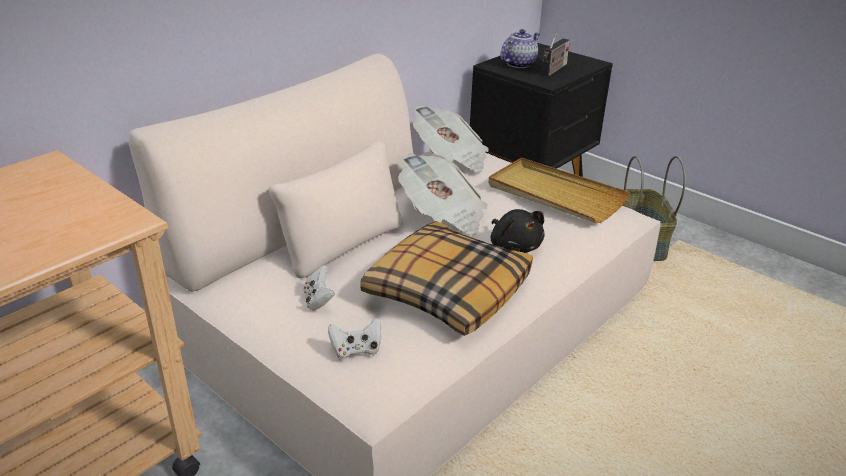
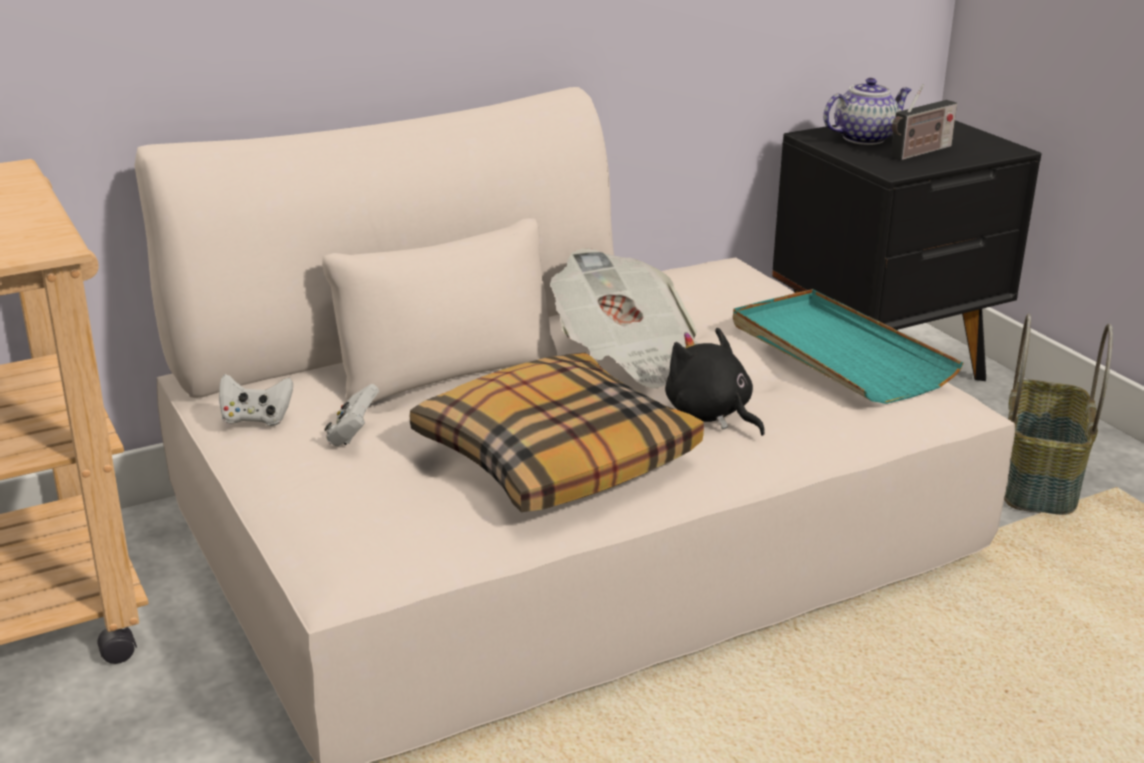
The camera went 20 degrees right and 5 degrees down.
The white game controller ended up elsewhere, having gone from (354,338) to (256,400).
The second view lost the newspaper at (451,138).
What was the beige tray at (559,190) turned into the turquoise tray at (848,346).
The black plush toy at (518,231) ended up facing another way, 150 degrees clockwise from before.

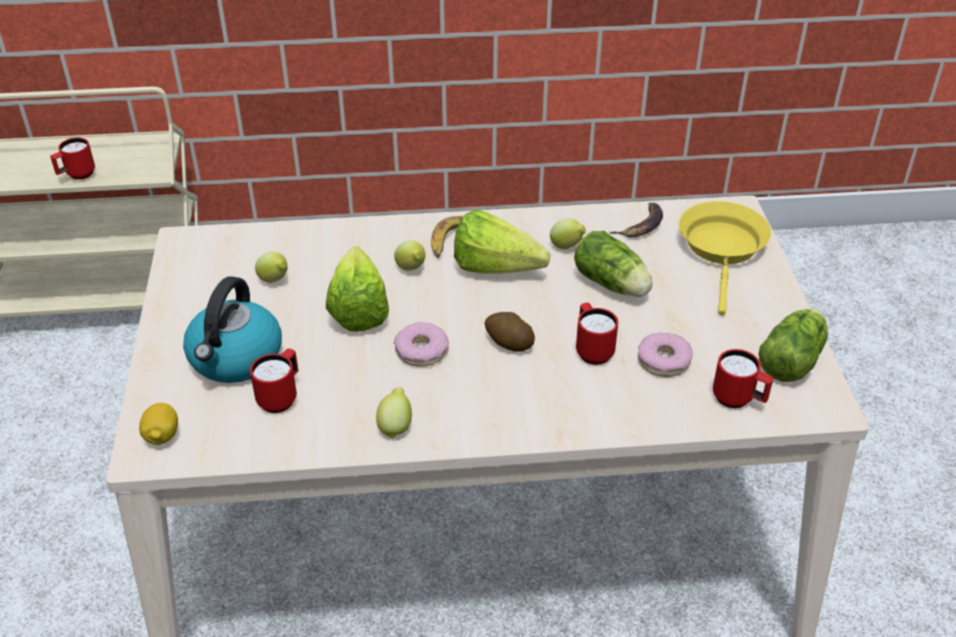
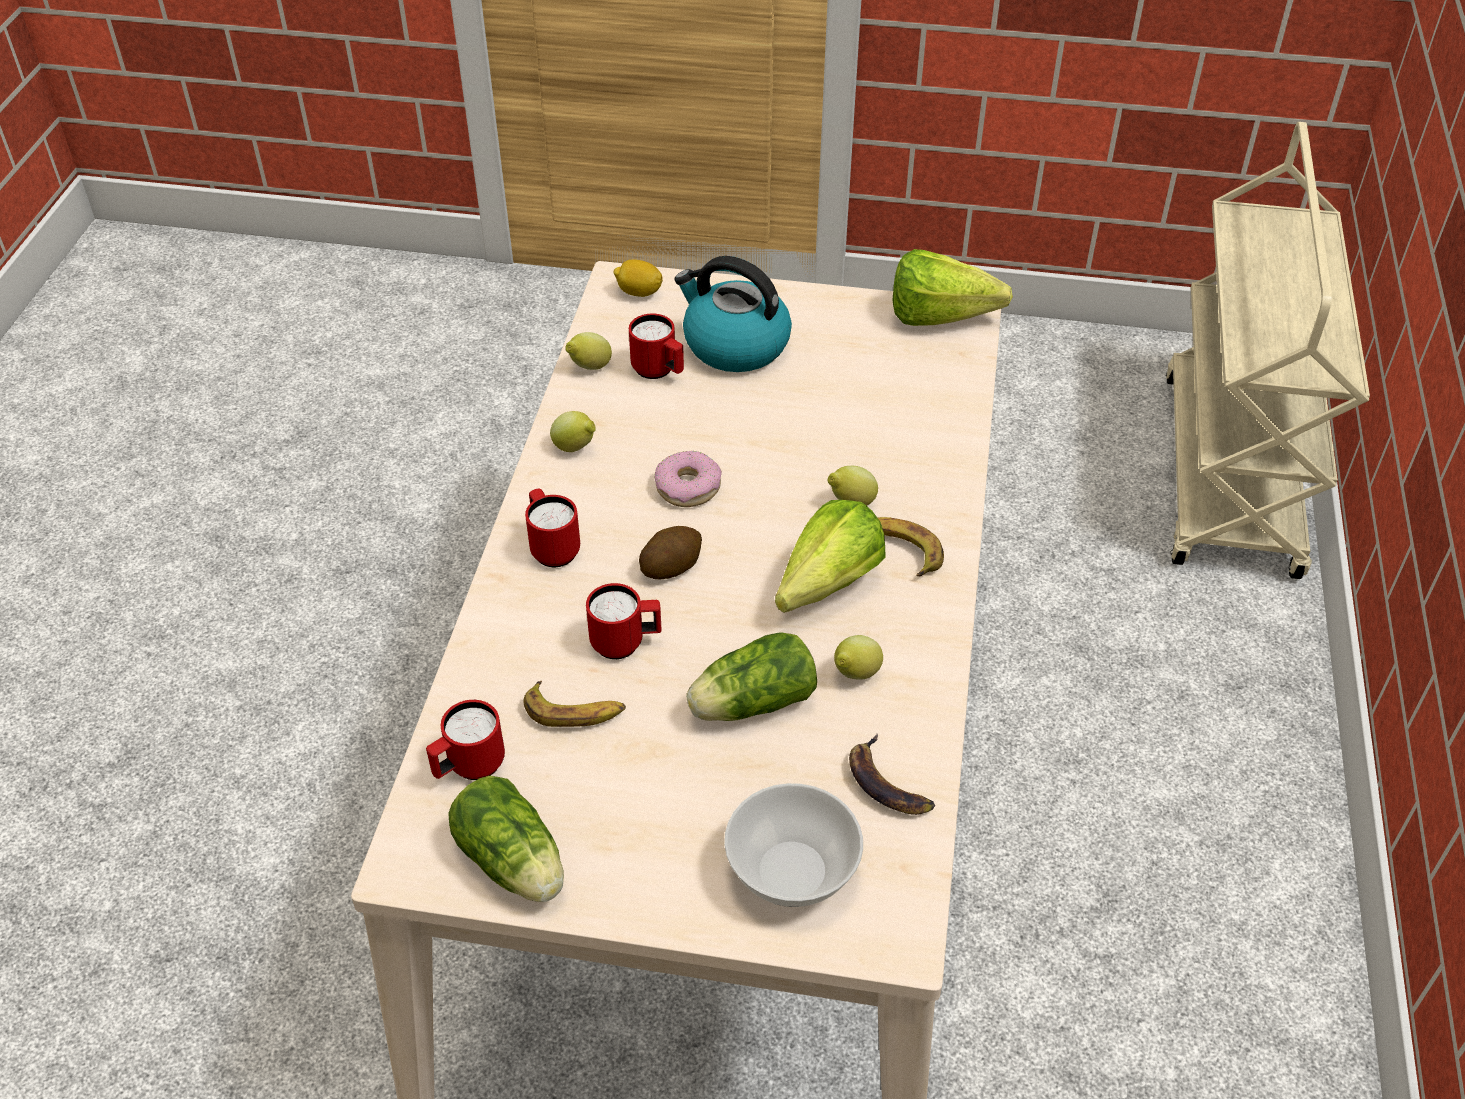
The camera went 105 degrees right and 5 degrees up.
The red mug ended up elsewhere, having gone from (72,159) to (552,527).
The lemon ended up elsewhere, having gone from (271,267) to (588,351).
The lettuce ended up elsewhere, having gone from (357,289) to (952,287).
Where the donut stood at (665,355), the banana came to stand at (575,704).
Where the yellow frying pan stood at (725,258), the bowl came to stand at (793,845).

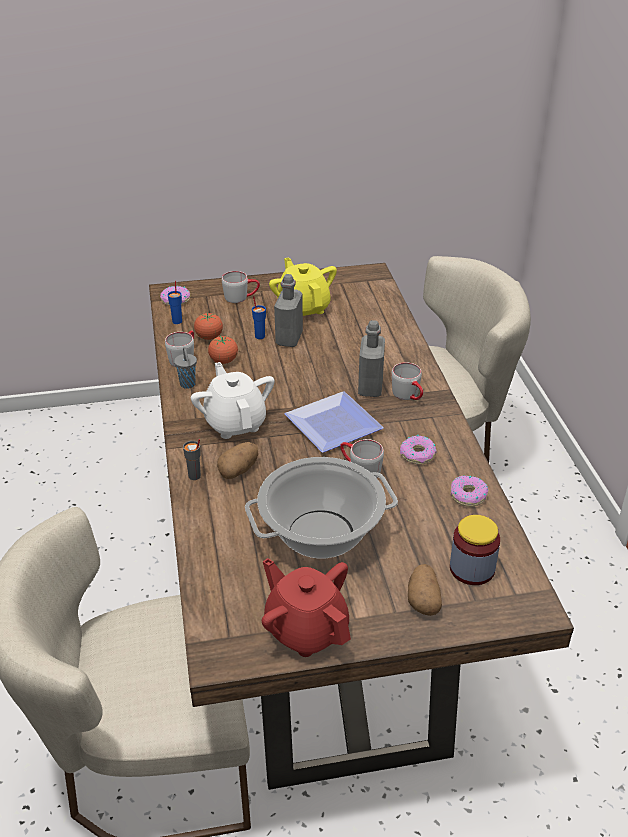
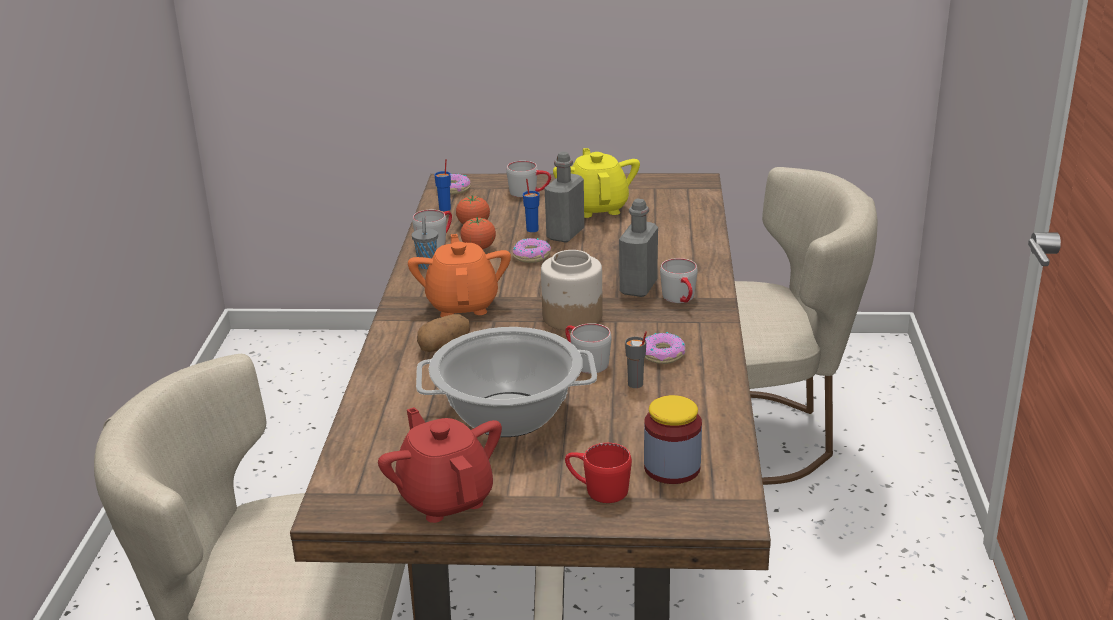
The camera went 15 degrees right and 10 degrees down.
The grey cup ended up elsewhere, having gone from (192,459) to (636,359).
What was the white teapot at (232,400) turned into the orange teapot at (459,275).
Where the plate stood at (334,422), the jar came to stand at (572,290).
Where the potato stood at (425,590), the red mug came to stand at (598,473).
The donut ended up elsewhere, having gone from (469,491) to (531,250).

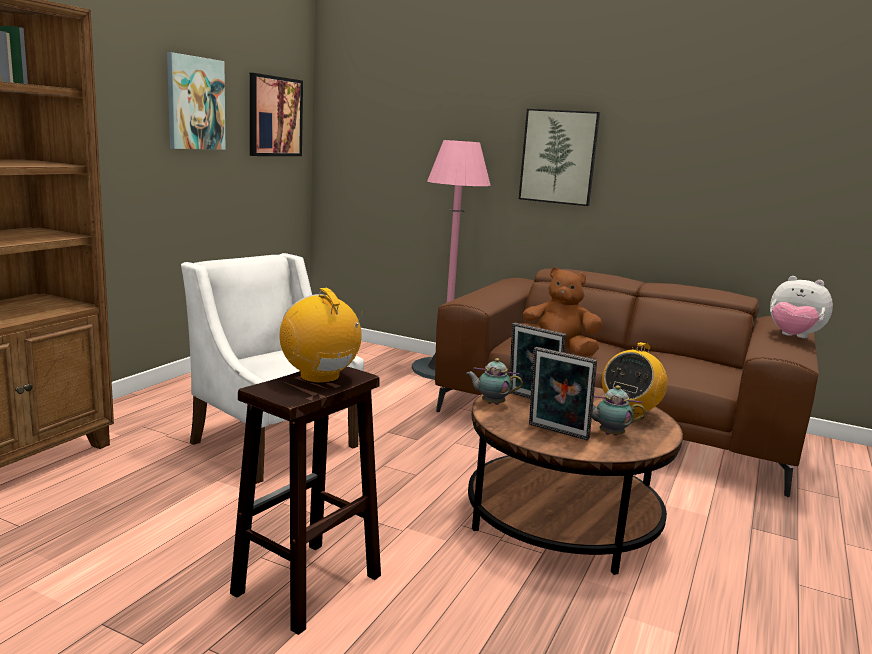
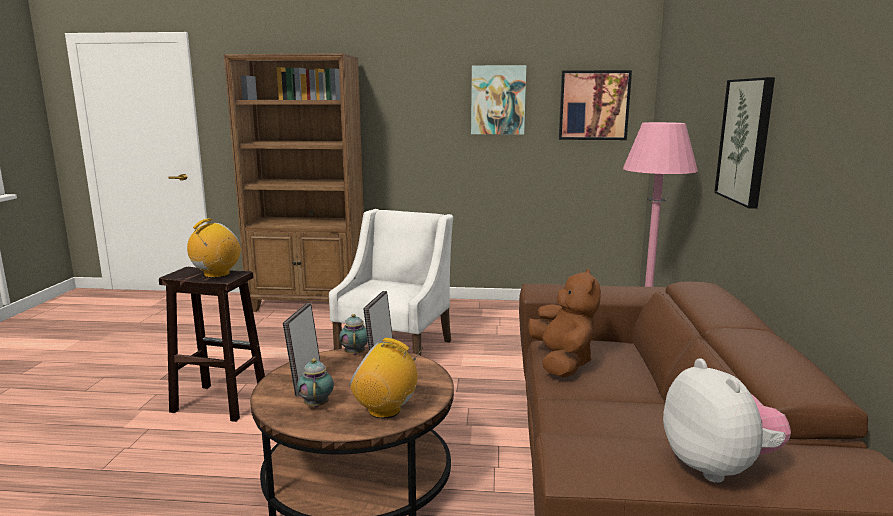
The camera went 70 degrees right and 0 degrees up.
The plush toy at (801,307) ended up facing another way, 150 degrees clockwise from before.

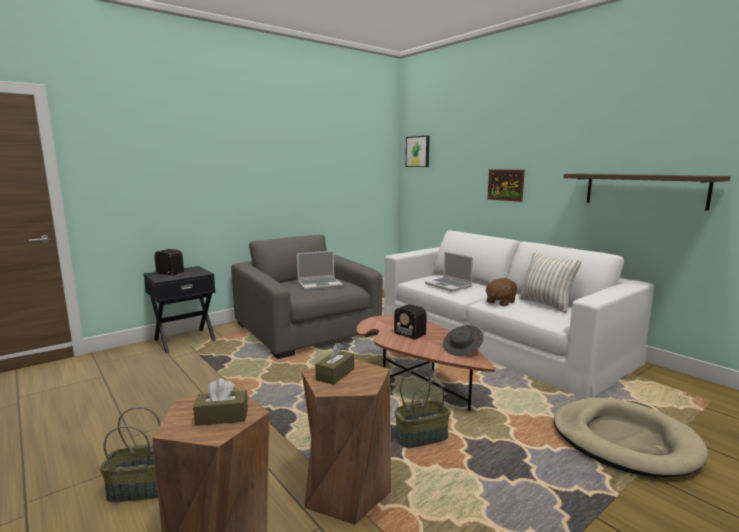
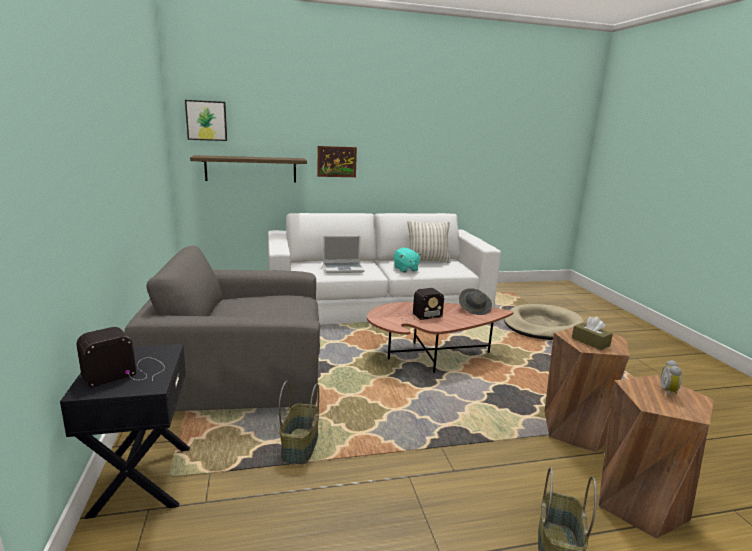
The camera went 65 degrees left and 5 degrees up.
Where the brown tissue box stood at (220,402), the alarm clock came to stand at (671,378).
The second view lost the laptop at (320,270).
The basket ended up elsewhere, having gone from (423,408) to (299,423).
What was the brown plush toy at (501,292) turned into the turquoise plush toy at (407,260).
The shelf ended up elsewhere, having gone from (647,192) to (248,169).

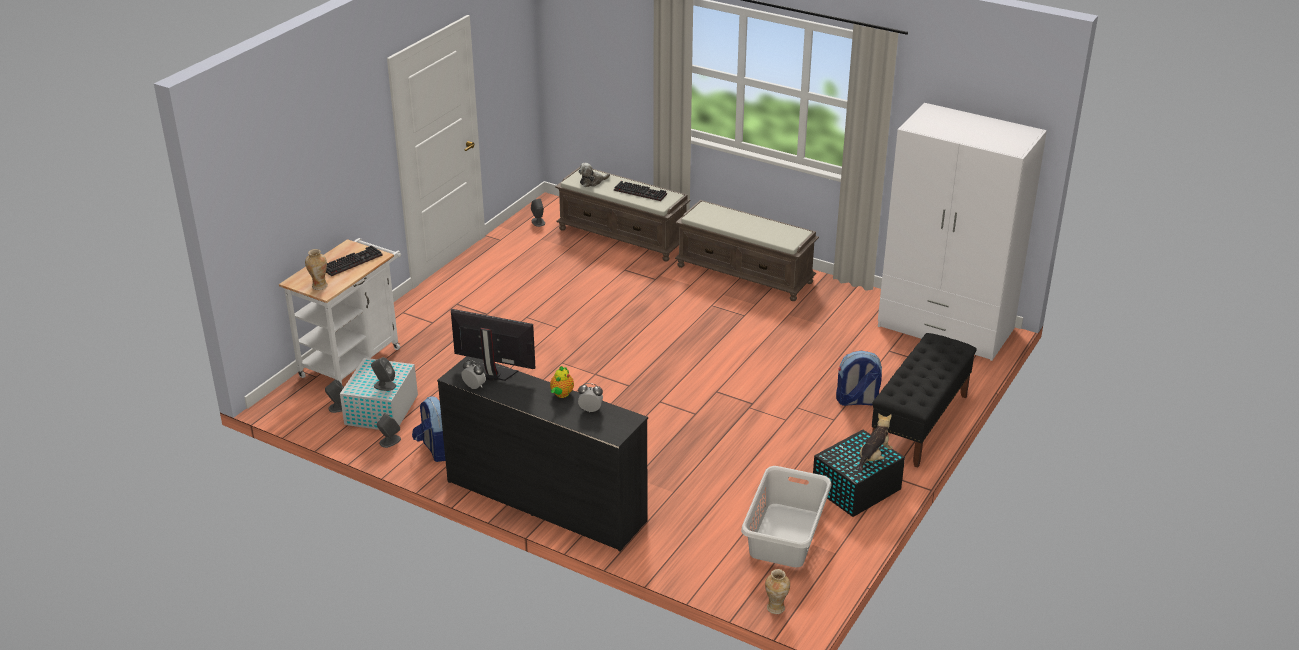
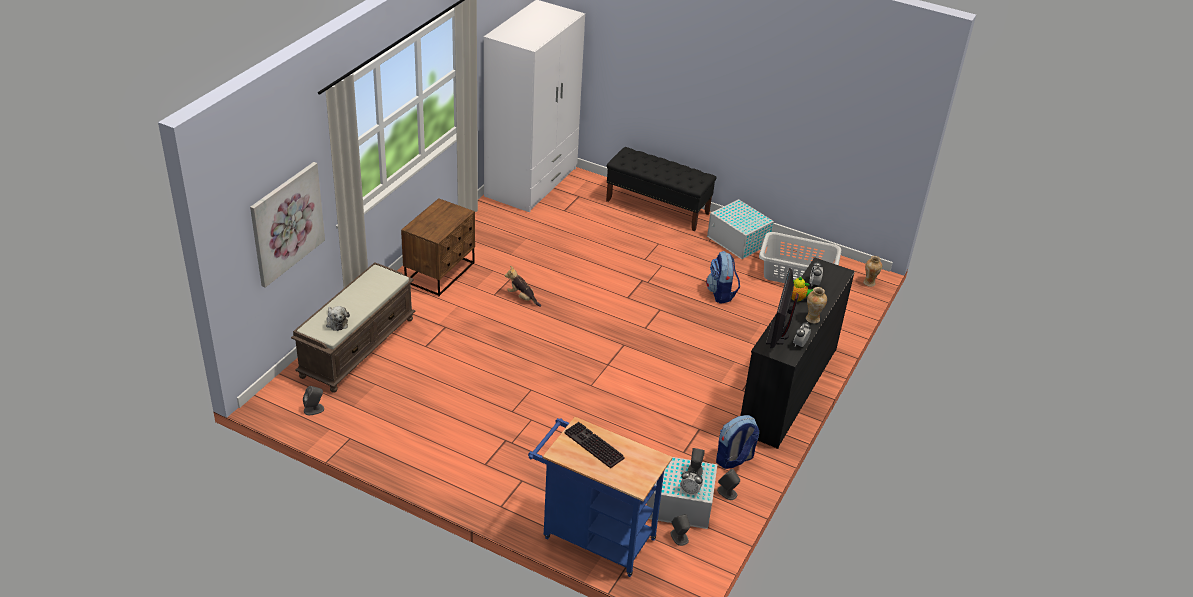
The camera went 95 degrees left and 5 degrees up.
What was the white cart at (340,311) turned into the blue cart at (600,497).
The vase ended up elsewhere, having gone from (316,269) to (816,305).
The second view lost the keyboard at (640,191).
Where the brown bench stood at (747,250), the brown nightstand came to stand at (438,247).
What was the black storage box at (859,473) turned into the white storage box at (740,229).
The backpack ended up elsewhere, having gone from (859,378) to (723,277).
The plush toy ended up elsewhere, having gone from (876,443) to (523,286).
The second view gained the picture at (287,225).
The second view gained the alarm clock at (691,483).

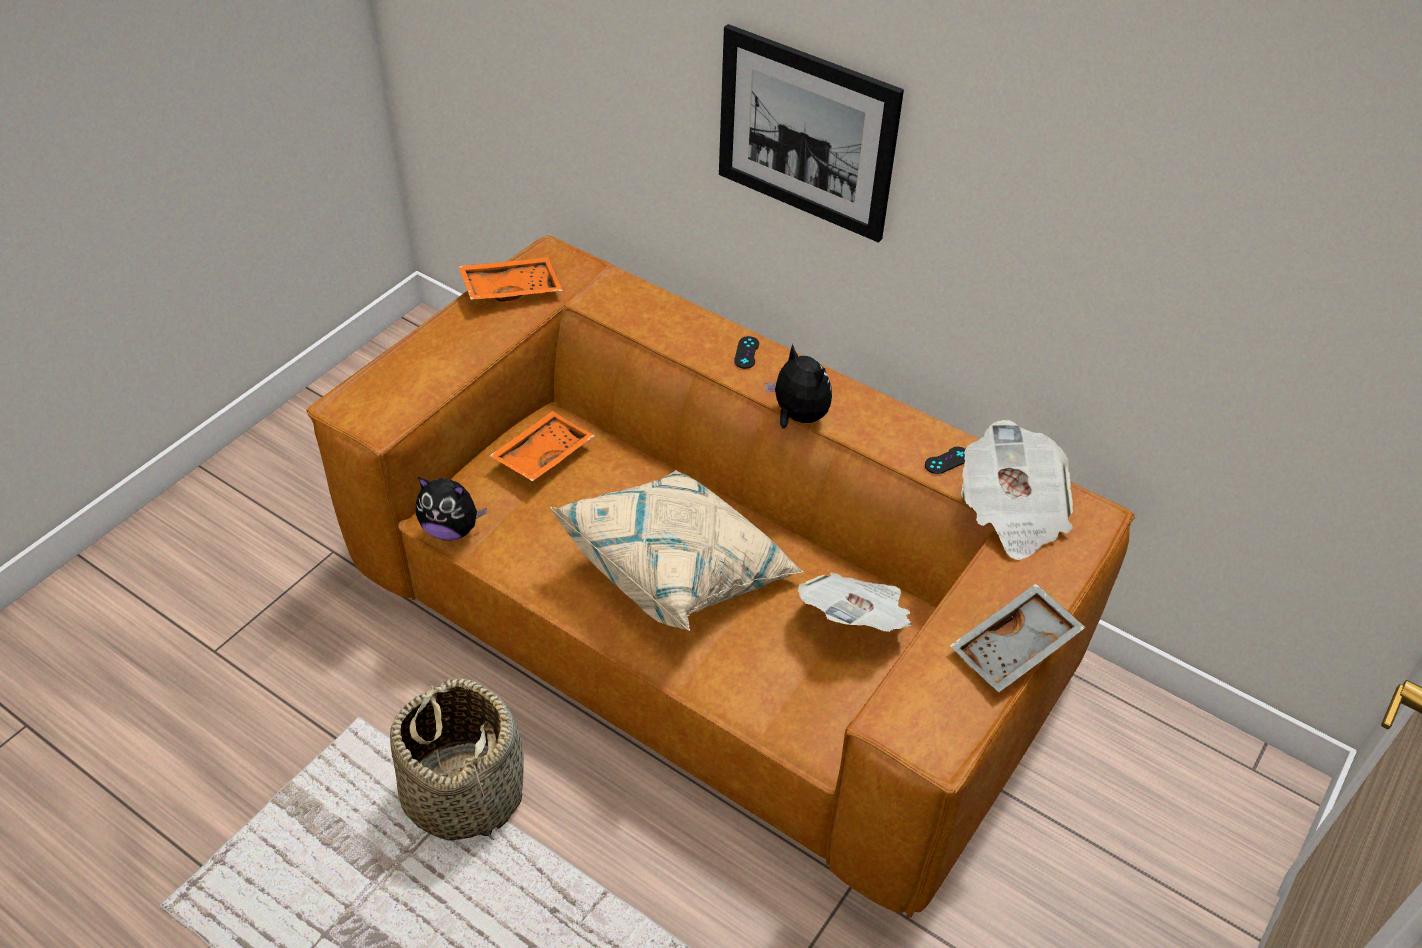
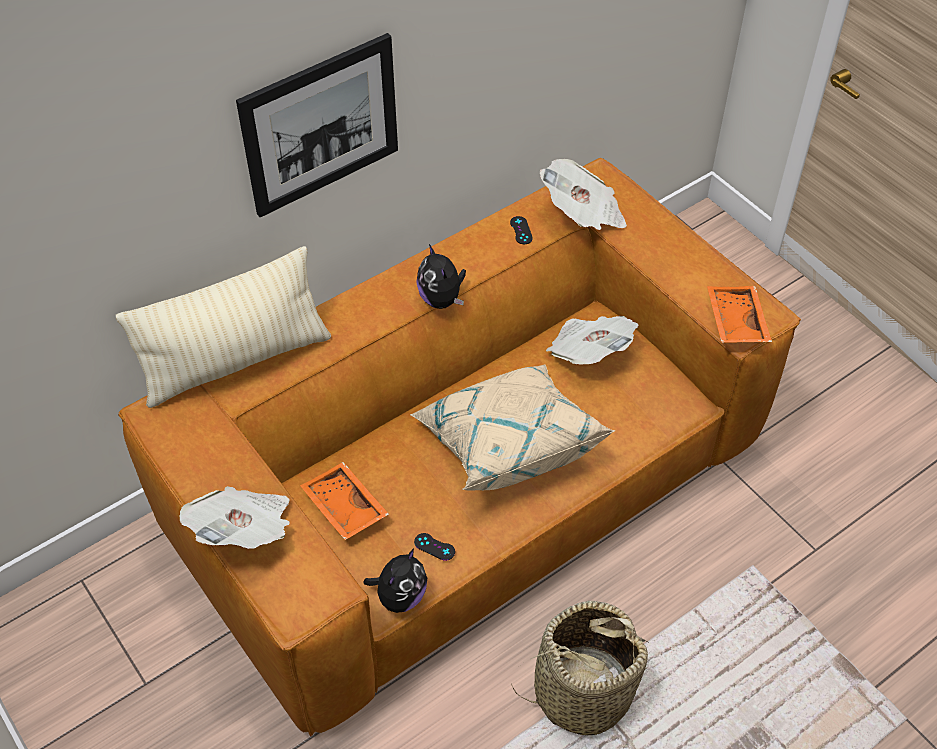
The camera went 70 degrees left and 5 degrees up.
The orange tray ended up elsewhere, having gone from (510,279) to (739,314).
The black game controller ended up elsewhere, having gone from (746,352) to (434,547).
The plush toy at (798,386) ended up facing another way, 90 degrees counterclockwise from before.
The second view lost the grey tray at (1018,637).
The second view gained the beige pillow at (223,327).
The second view gained the newspaper at (235,517).

